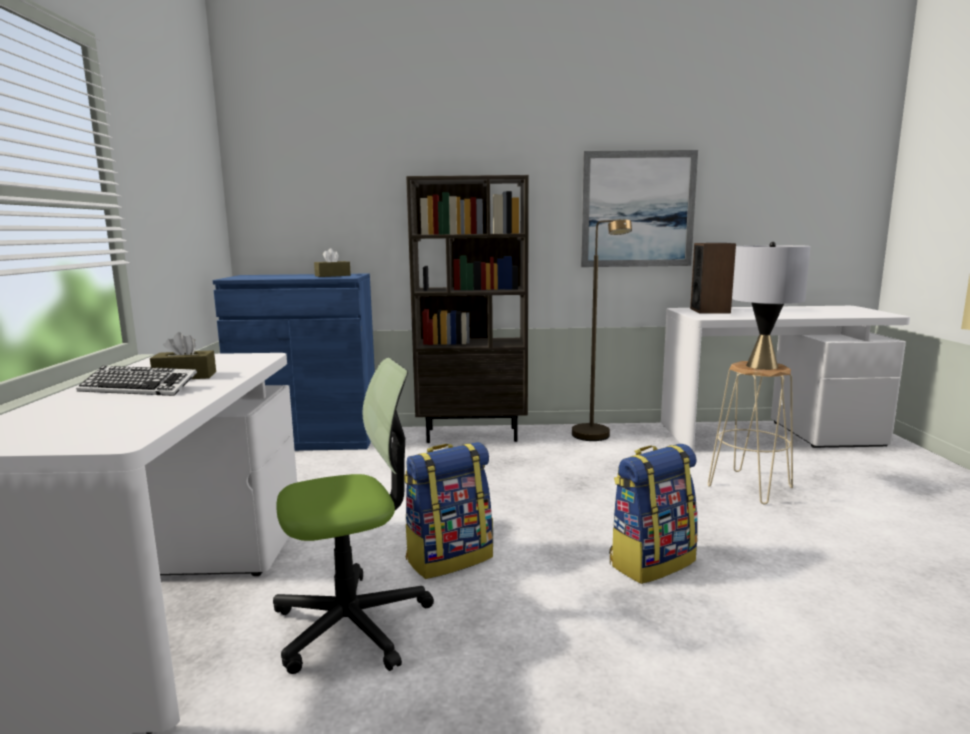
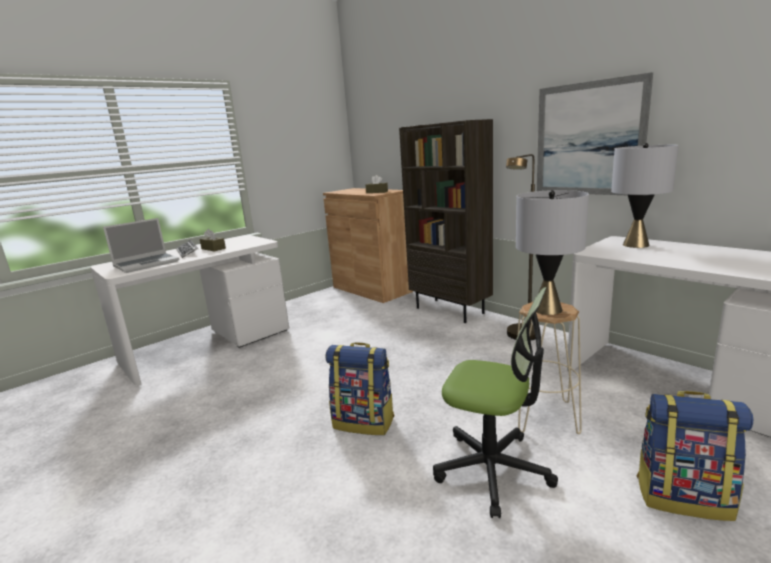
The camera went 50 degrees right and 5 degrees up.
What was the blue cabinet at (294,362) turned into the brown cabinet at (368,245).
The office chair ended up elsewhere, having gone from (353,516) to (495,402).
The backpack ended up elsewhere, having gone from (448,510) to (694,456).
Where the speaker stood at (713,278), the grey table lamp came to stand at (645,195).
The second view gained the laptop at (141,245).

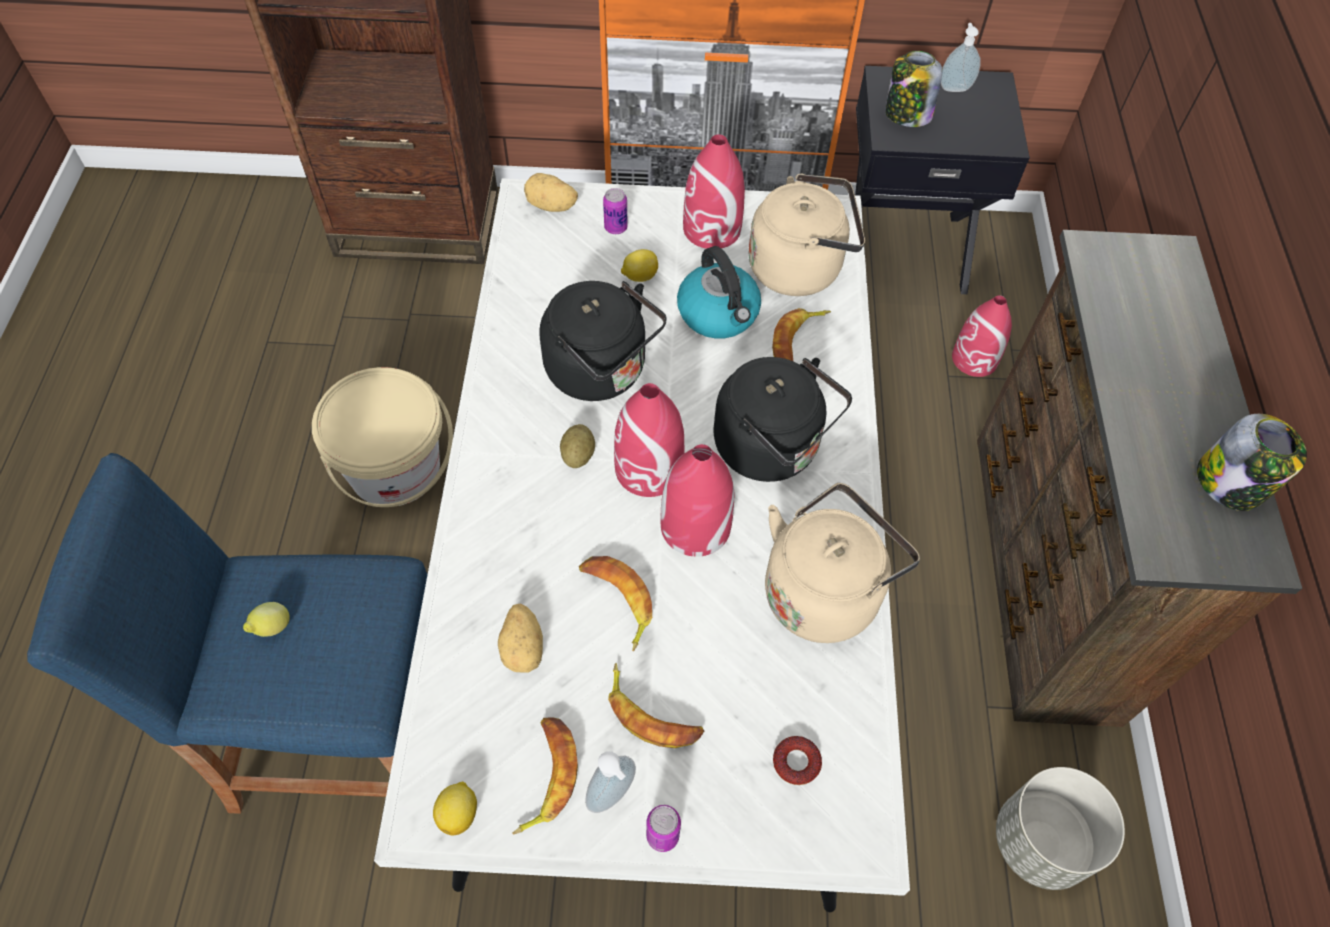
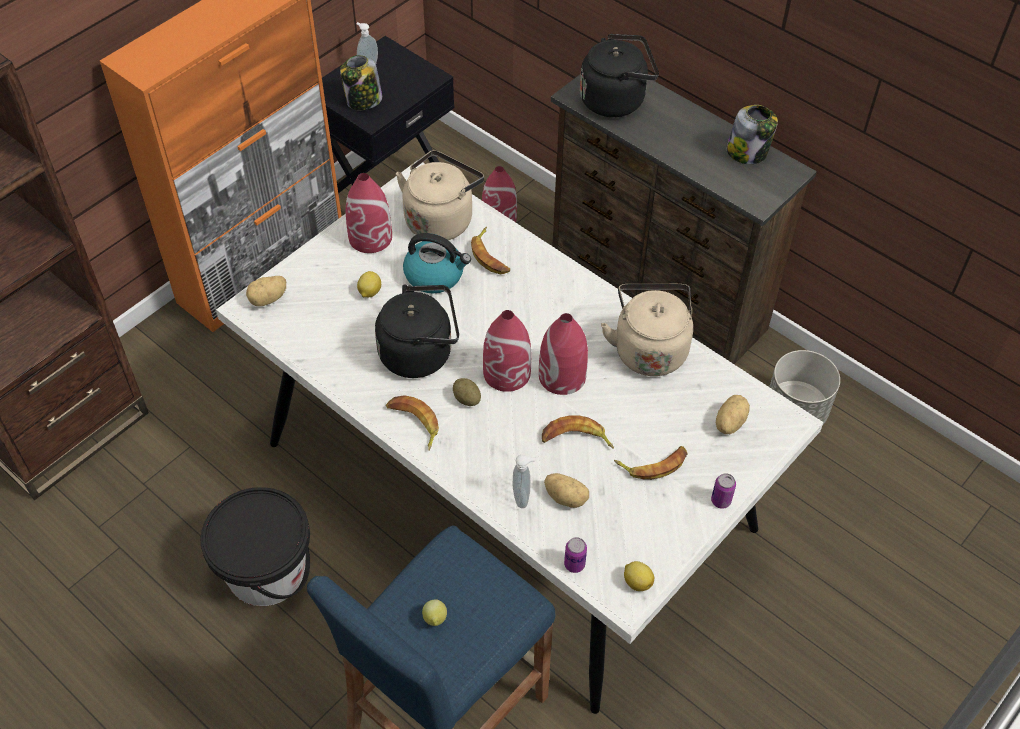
The camera went 50 degrees left and 5 degrees down.
What was the beige bucket at (382,437) turned into the black bucket at (255,546).
The banana ended up elsewhere, having gone from (545,775) to (412,423).
The soap dispenser ended up elsewhere, having gone from (610,782) to (524,481).
The can ended up elsewhere, having gone from (615,211) to (575,555).
The black kettle ended up elsewhere, having gone from (783,419) to (619,75).
Where the donut stood at (797,760), the potato came to stand at (733,414).

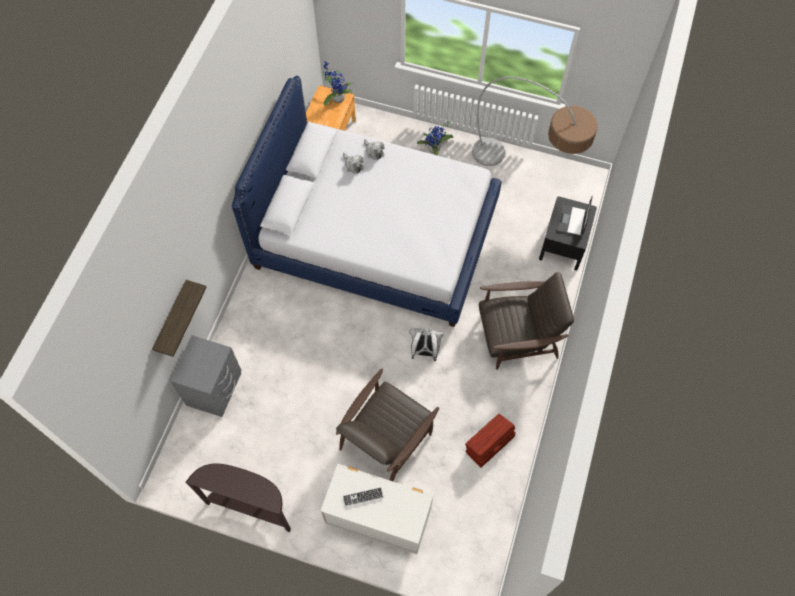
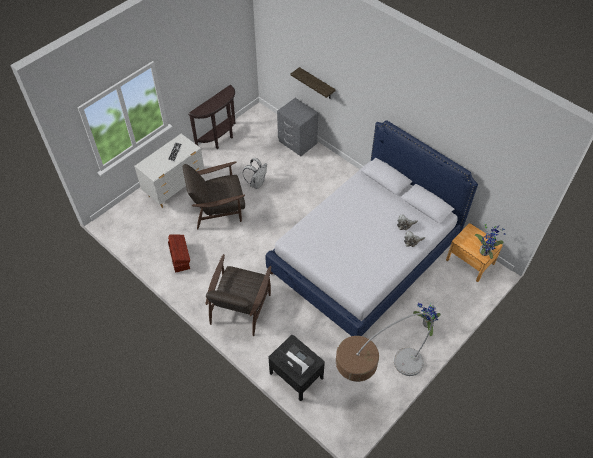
The camera went 115 degrees right and 10 degrees down.
The brown armchair at (387,425) ended up facing another way, 75 degrees counterclockwise from before.
The white backpack ended up elsewhere, having gone from (426,344) to (255,173).

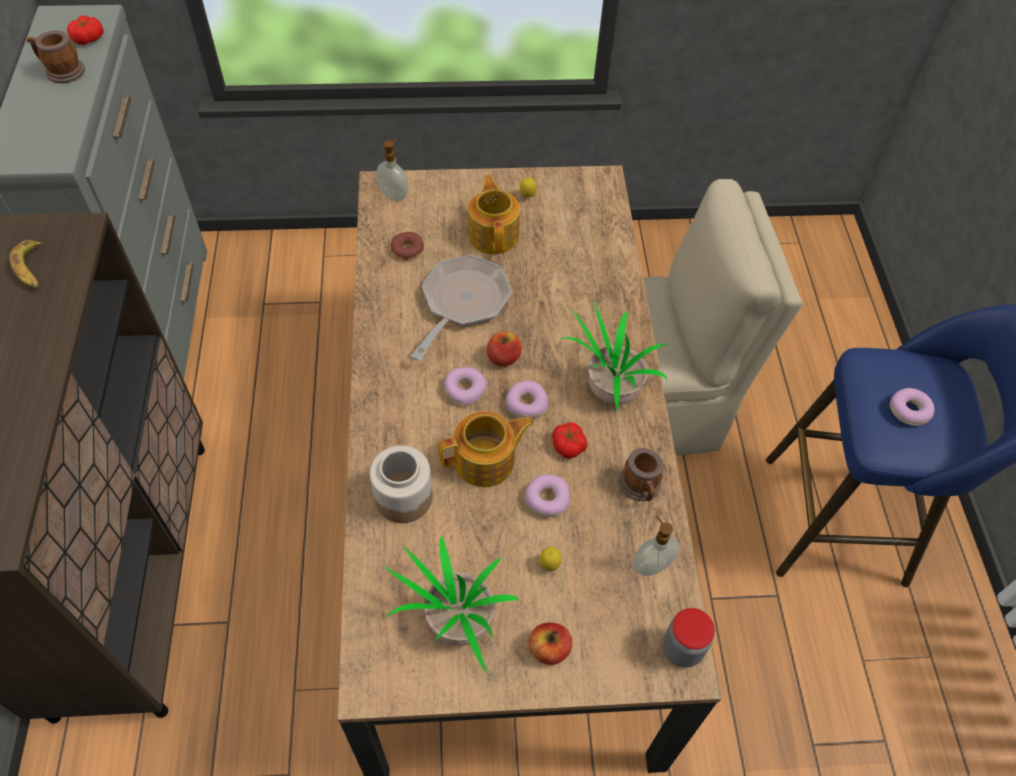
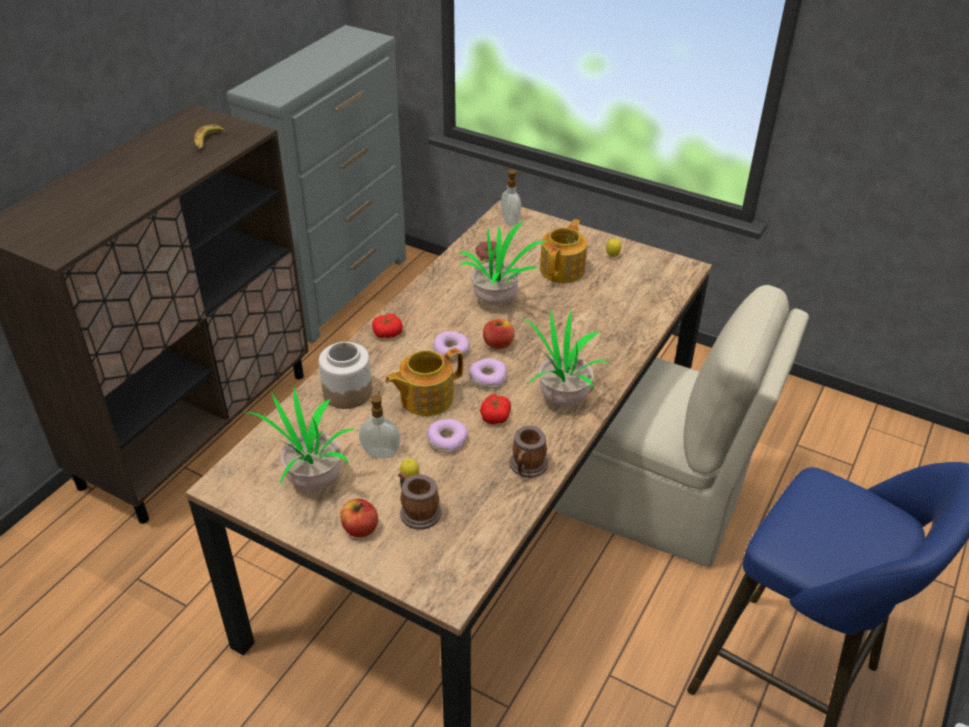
The camera went 35 degrees right and 15 degrees down.
The mug ended up elsewhere, having gone from (56,56) to (419,501).
The tomato ended up elsewhere, having gone from (85,30) to (387,326).
Where the frying pan stood at (461,308), the potted plant came to stand at (504,262).
The teapot at (486,449) ended up facing another way, 135 degrees clockwise from before.
The soap dispenser ended up elsewhere, having gone from (656,545) to (379,424).
The second view lost the jar at (689,638).
The second view lost the donut at (912,407).

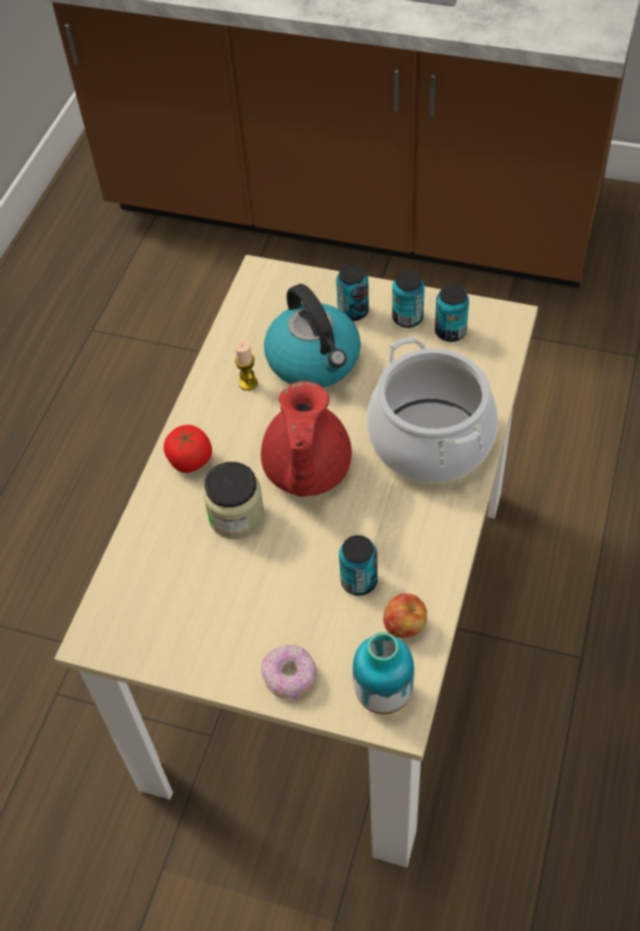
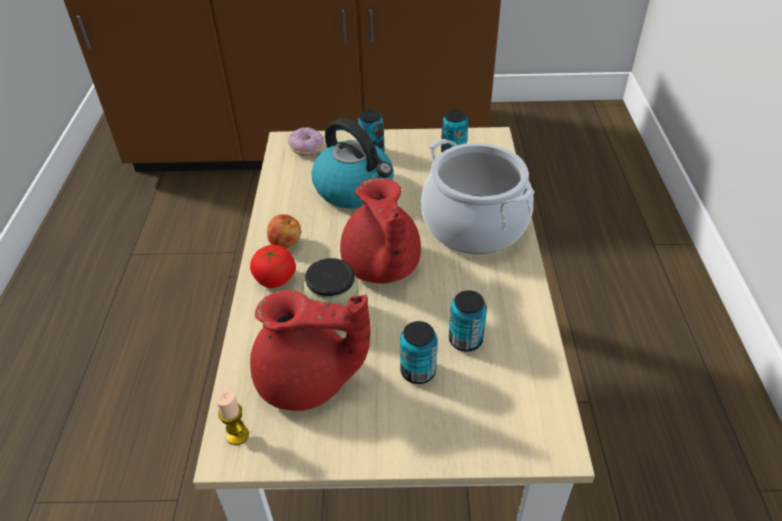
The camera went 20 degrees left and 10 degrees down.
The candle ended up elsewhere, having gone from (246,365) to (232,417).
The donut ended up elsewhere, having gone from (289,671) to (306,141).
The second view lost the vase at (383,673).
The apple ended up elsewhere, having gone from (405,615) to (284,231).
The can ended up elsewhere, having gone from (408,299) to (419,352).
The second view gained the red teapot at (310,350).

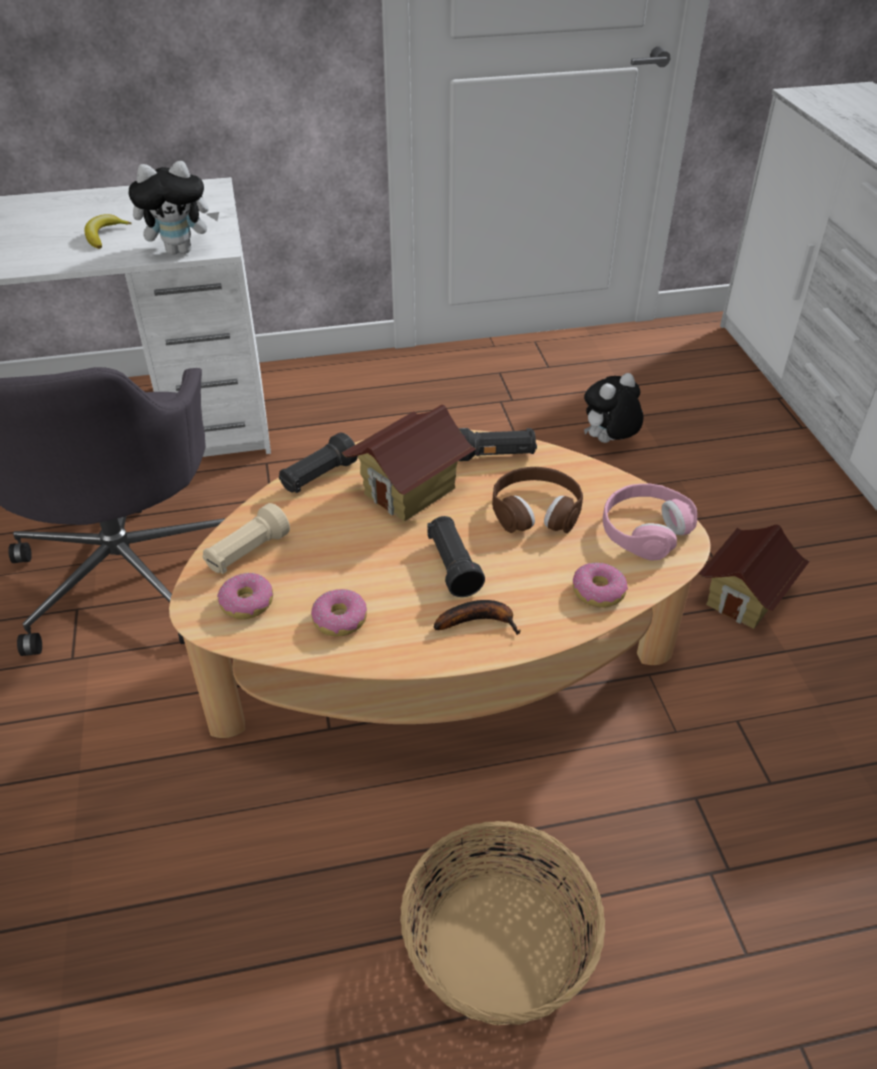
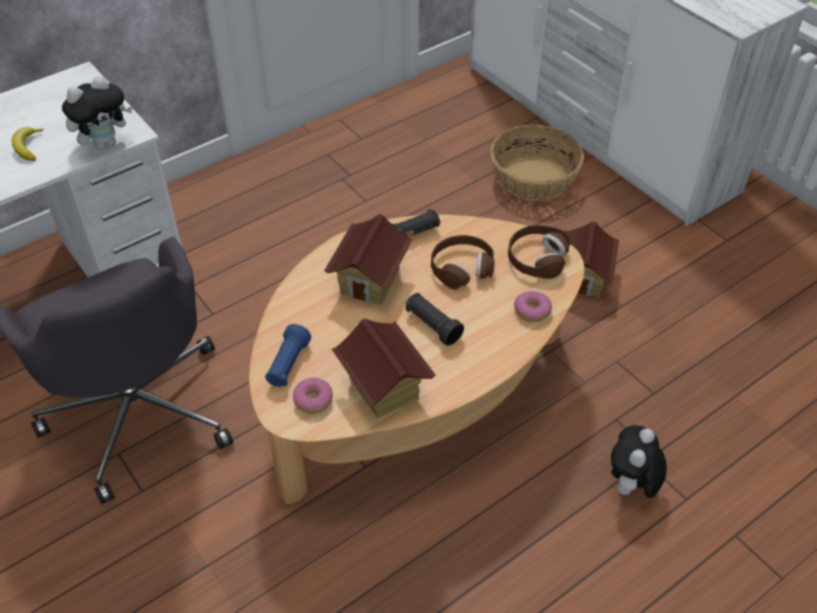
The camera went 25 degrees left and 5 degrees up.
What was the beige flashlight at (246,538) turned into the blue flashlight at (288,355).
The second view lost the black flashlight at (318,462).
Where the donut stood at (339,613), the toy house came to stand at (383,368).
The basket ended up elsewhere, having gone from (502,923) to (537,163).
The second view lost the banana at (477,617).
The plush toy ended up elsewhere, having gone from (614,408) to (639,461).
What was the pink headphones at (650,522) turned into the brown headphones at (539,252).

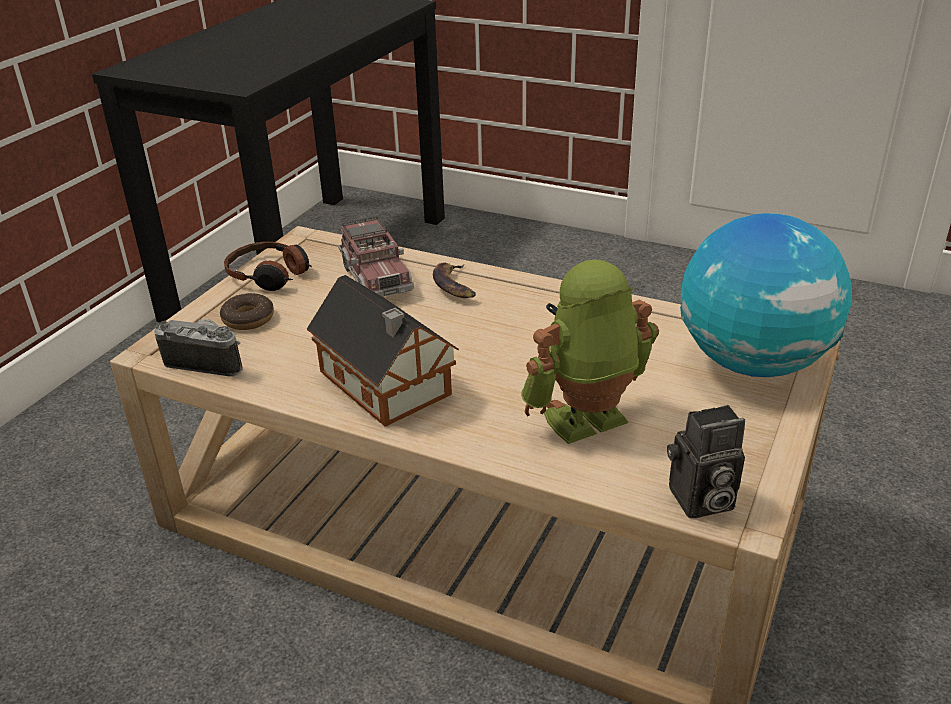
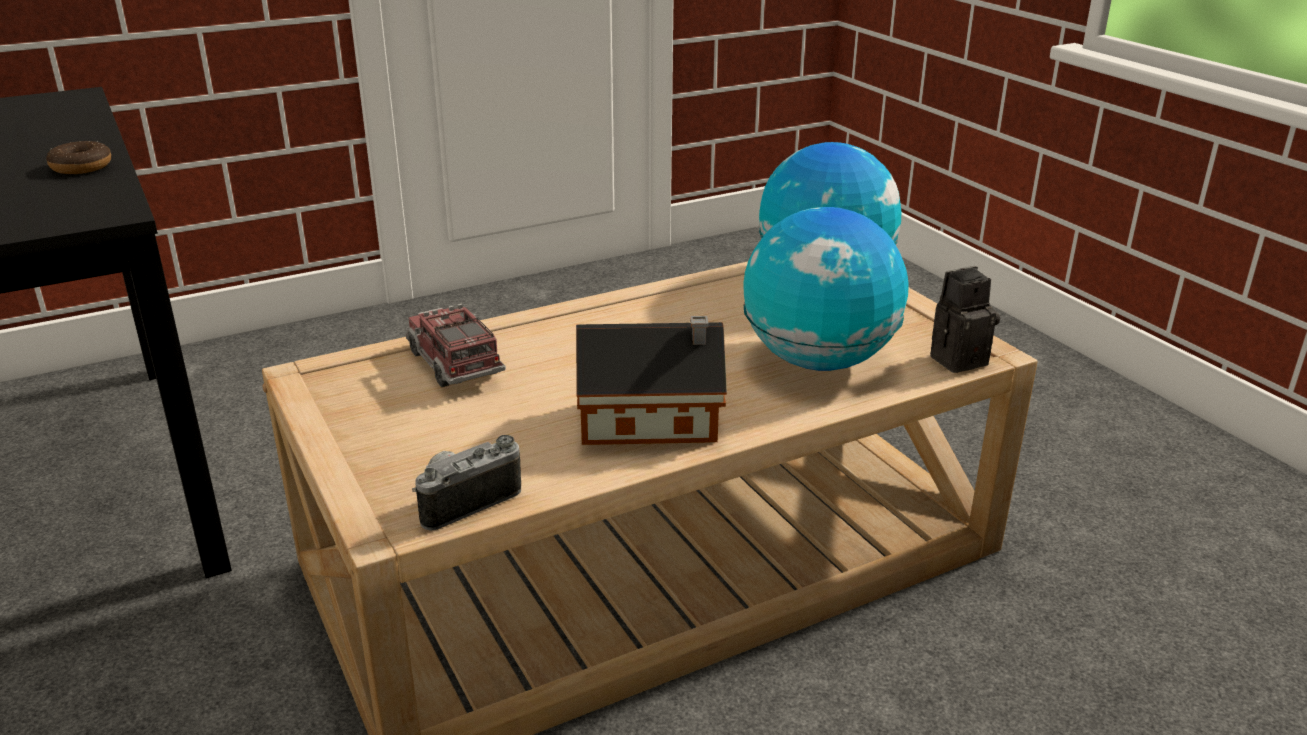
The camera went 55 degrees left and 5 degrees down.
The donut ended up elsewhere, having gone from (247,311) to (78,157).
The second view lost the headphones at (268,266).
The toy truck at (376,257) ended up facing another way, 135 degrees counterclockwise from before.
The second view lost the banana at (454,280).
Where the toy robot stood at (590,352), the globe came to stand at (826,289).
The photo camera at (706,461) ended up facing another way, 135 degrees counterclockwise from before.

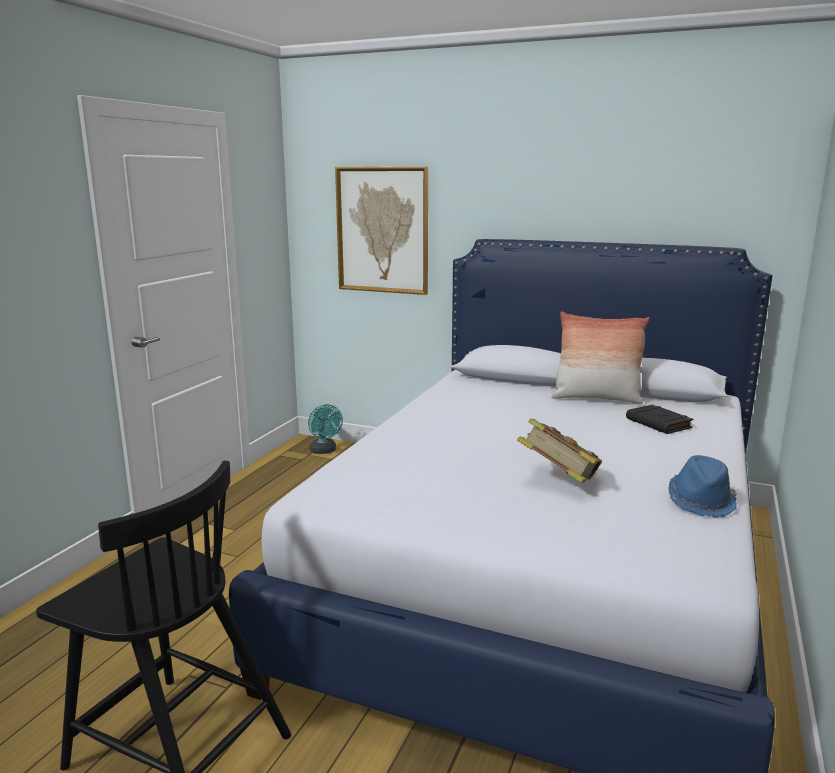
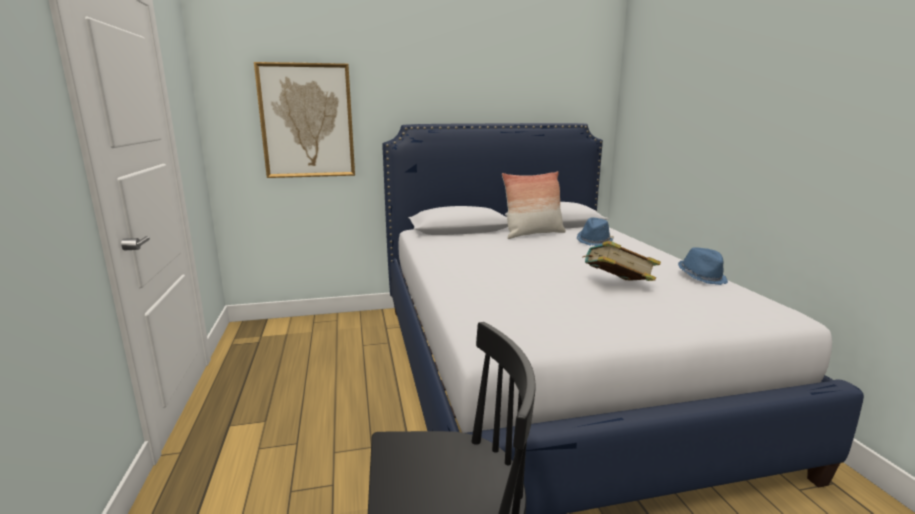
The camera went 35 degrees left and 0 degrees up.
The second view lost the turquoise fan at (325,429).
Where the black book stood at (659,419), the blue hat came to stand at (595,232).

